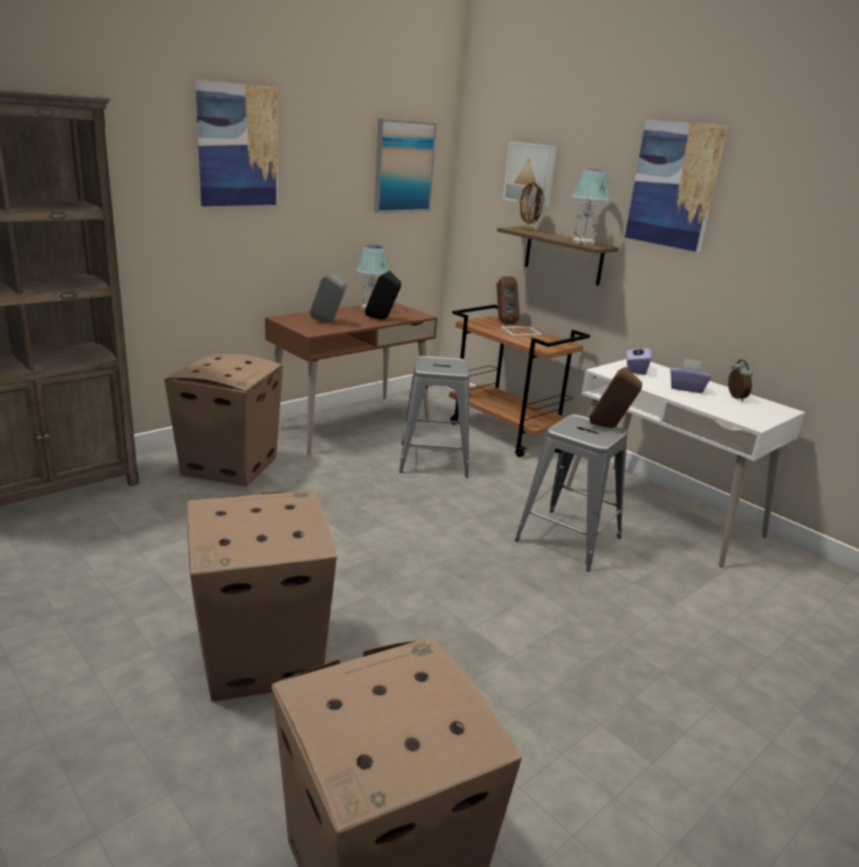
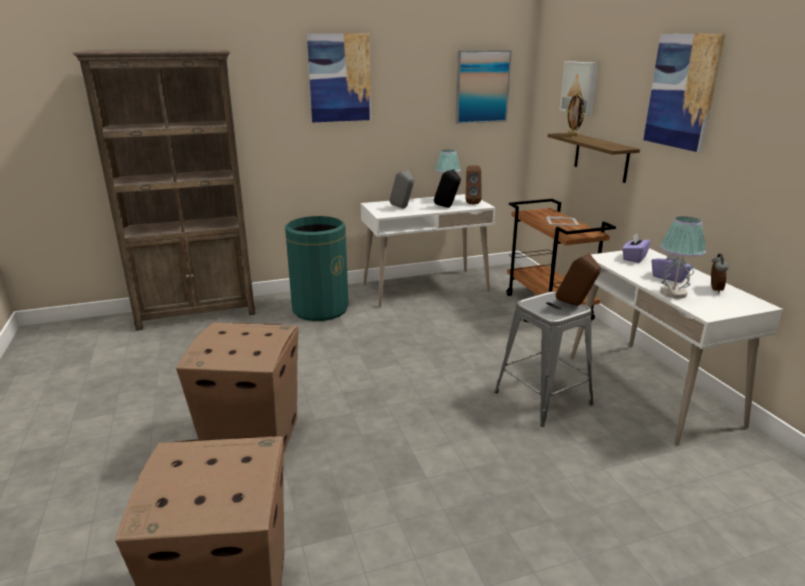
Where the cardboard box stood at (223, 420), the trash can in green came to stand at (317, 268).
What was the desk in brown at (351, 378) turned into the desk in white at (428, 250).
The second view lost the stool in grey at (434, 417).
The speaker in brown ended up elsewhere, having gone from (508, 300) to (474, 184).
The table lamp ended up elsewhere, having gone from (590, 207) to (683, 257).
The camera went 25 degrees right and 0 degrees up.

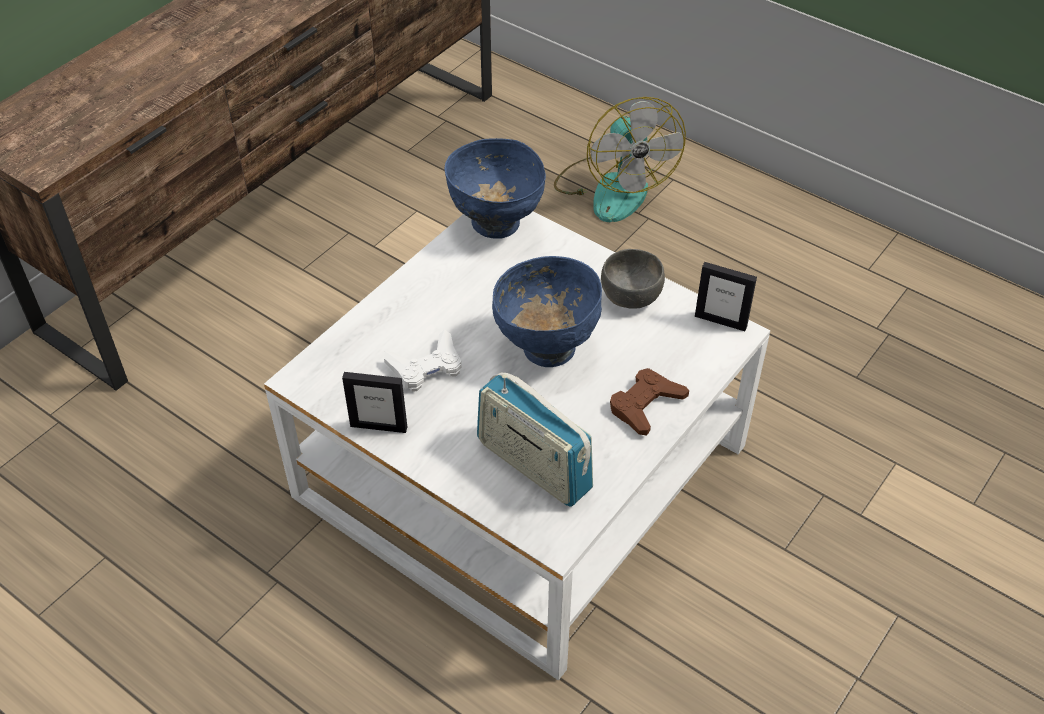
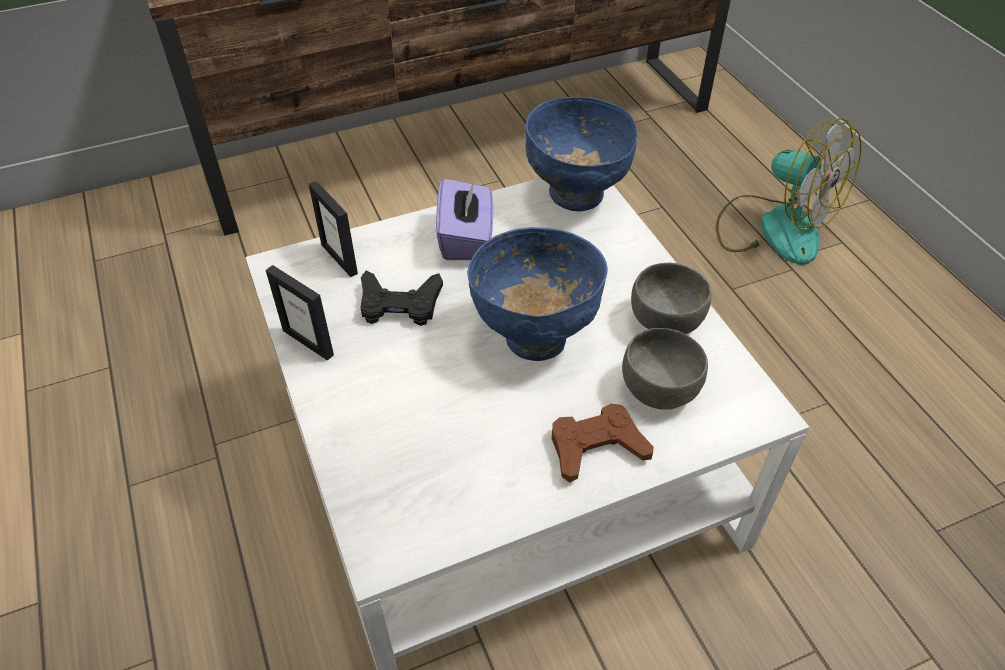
What was the game controller in white at (422, 360) turned into the game controller in black at (401, 298).
The second view lost the radio at (535, 440).
The fan at (620, 159) ended up facing another way, 60 degrees counterclockwise from before.
The picture frame ended up elsewhere, having gone from (726, 296) to (333, 229).
The second view gained the tissue box in purple at (464, 219).
The second view gained the bowl in grey at (665, 369).
The camera went 30 degrees right and 0 degrees up.

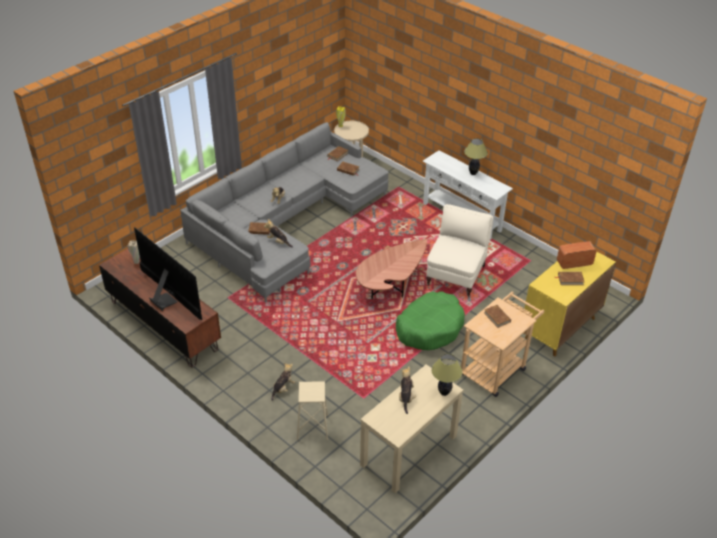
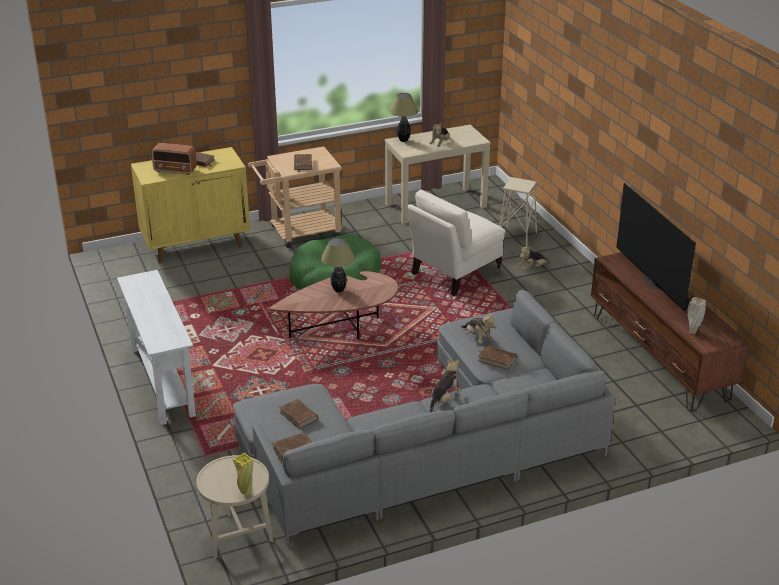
The armchair in beige ended up elsewhere, having gone from (459, 250) to (456, 242).
The table lamp ended up elsewhere, having gone from (476, 156) to (338, 265).
The camera went 155 degrees left and 10 degrees down.

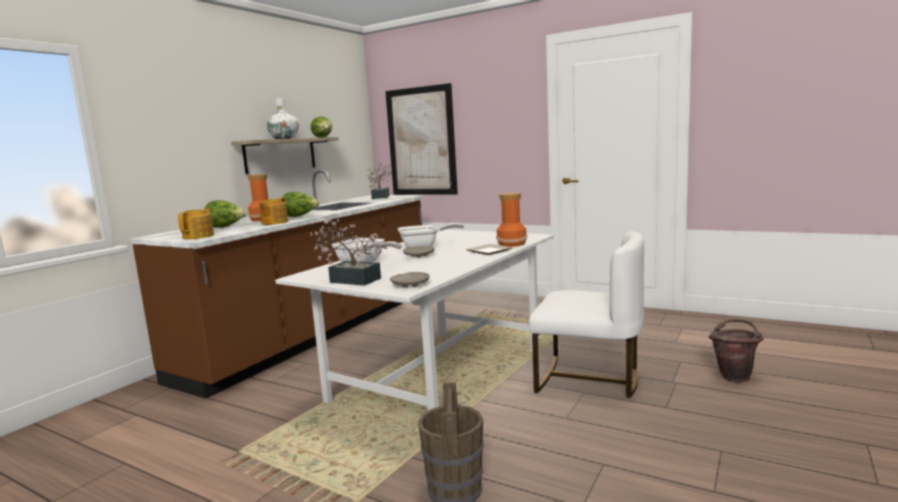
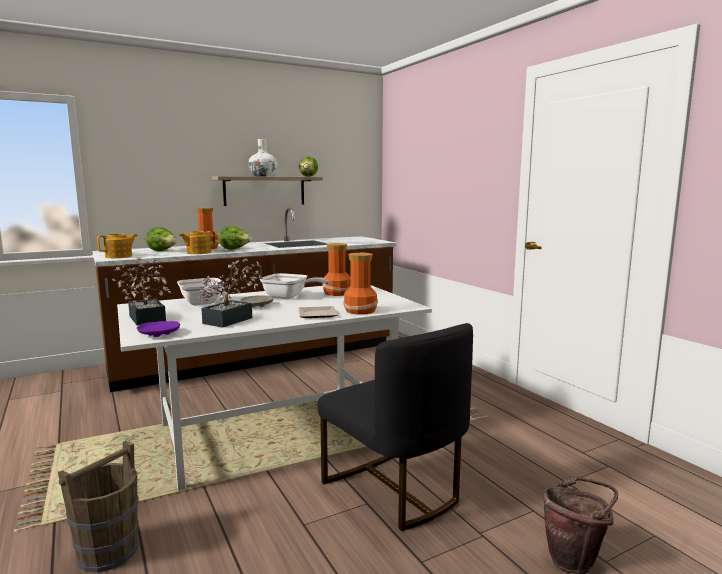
The potted plant ended up elsewhere, having gone from (378, 181) to (230, 293).
The second view lost the picture at (421, 139).
What was the plate in beige at (410, 279) turned into the plate in purple at (158, 329).
What was the chair in white at (586, 315) turned into the chair in black at (395, 427).
The second view gained the vase at (336, 269).
The camera went 30 degrees right and 0 degrees up.

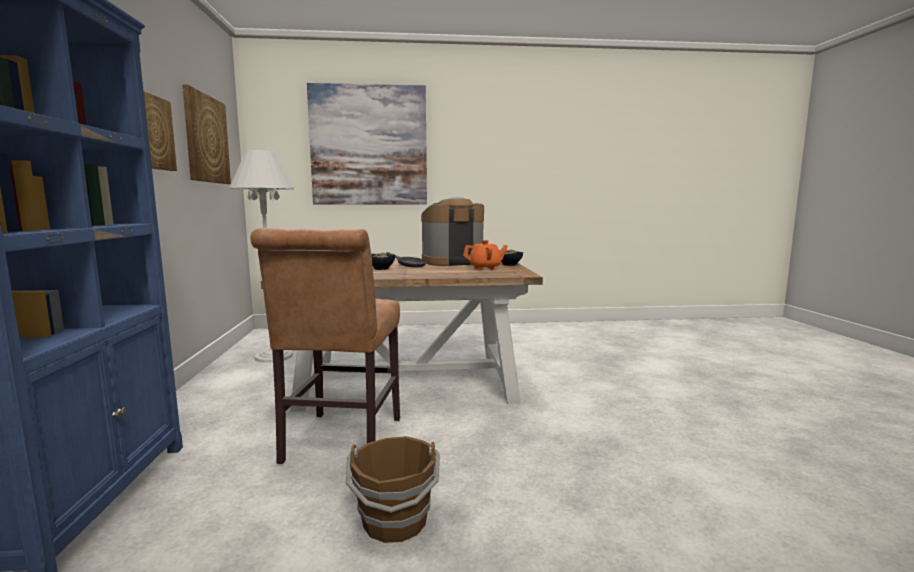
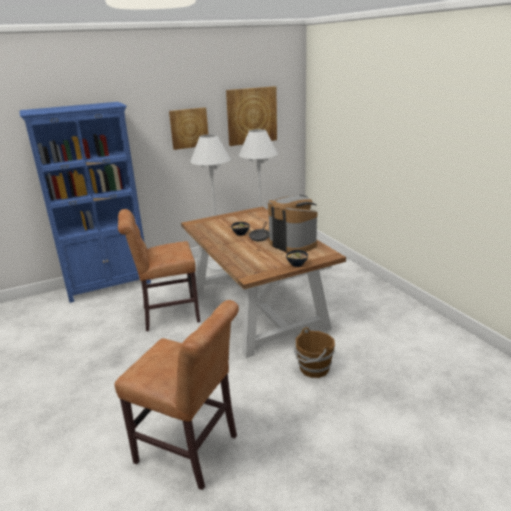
The second view lost the picture at (367, 144).
The bucket in brown ended up elsewhere, having gone from (393, 489) to (314, 352).
The second view lost the teapot in orange at (485, 255).
The second view gained the chair in brown at (176, 395).
The second view gained the floor lamp in white at (210, 202).
The camera went 70 degrees right and 15 degrees up.

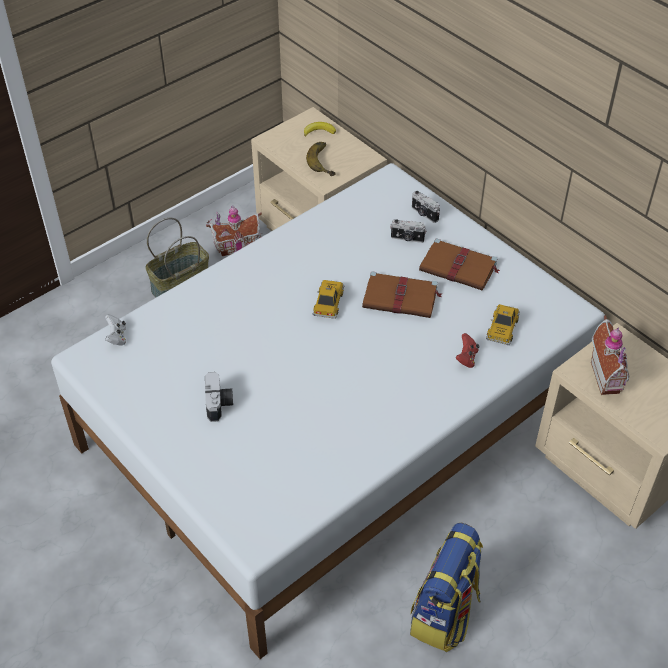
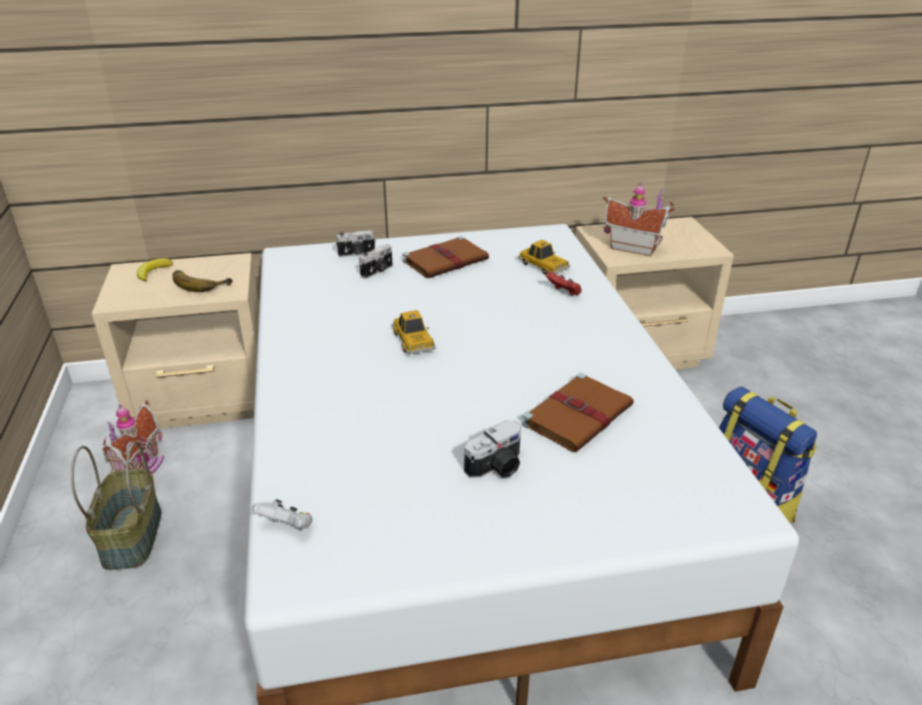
The photo camera at (219, 397) ended up facing another way, 120 degrees clockwise from before.
The toy car at (328, 299) ended up facing another way, 150 degrees counterclockwise from before.
The book in brown ended up elsewhere, having gone from (402, 294) to (578, 412).
The camera went 60 degrees left and 15 degrees down.

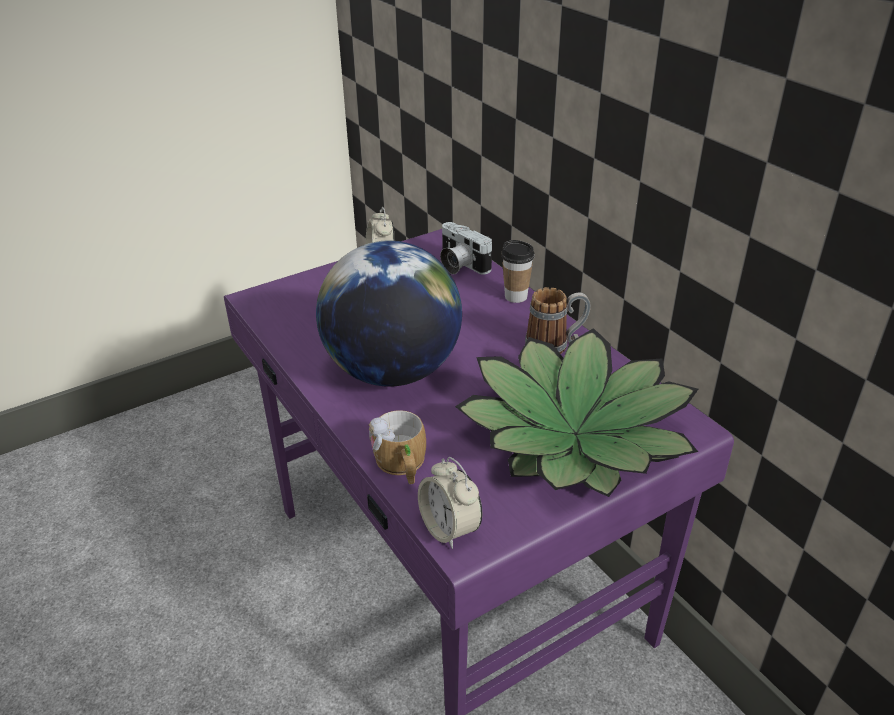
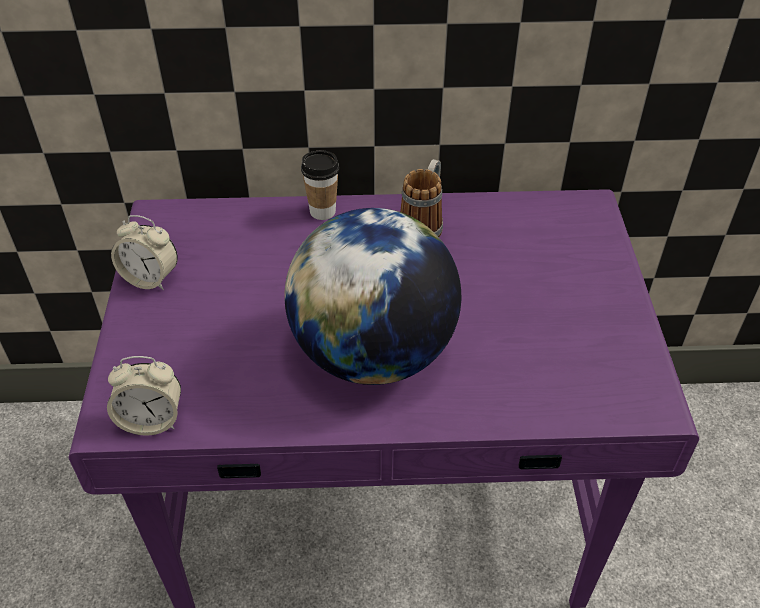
The second view lost the mug at (397, 447).
The alarm clock ended up elsewhere, having gone from (450, 503) to (144, 395).
The second view lost the photo camera at (466, 248).
The second view lost the potted plant at (576, 412).
The camera went 60 degrees left and 10 degrees up.

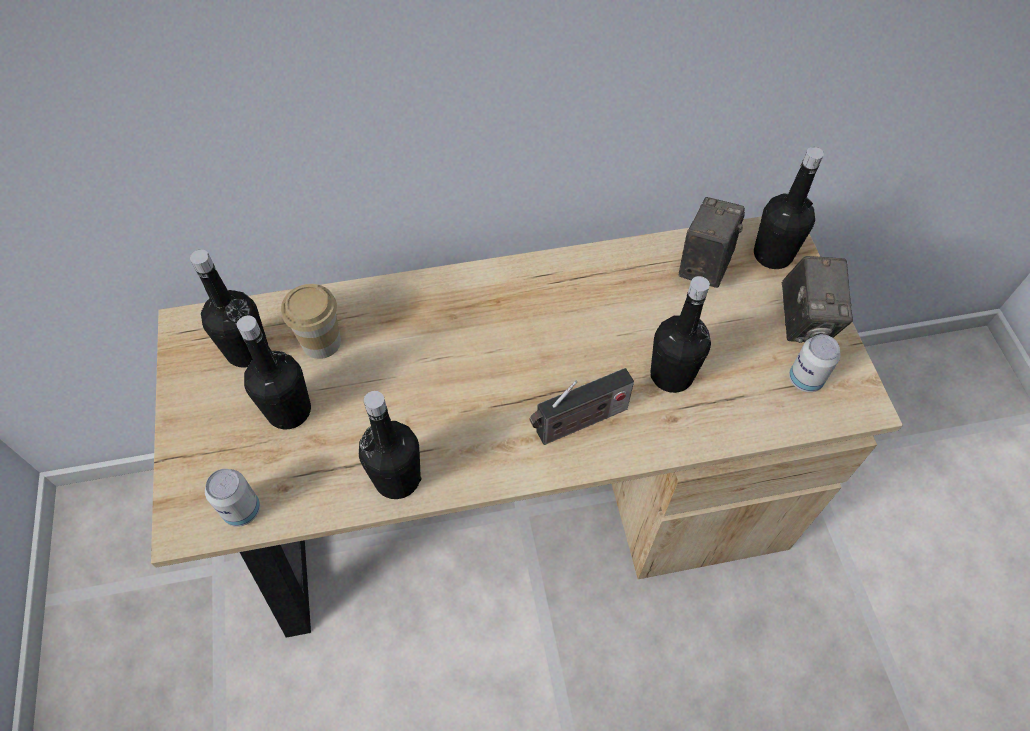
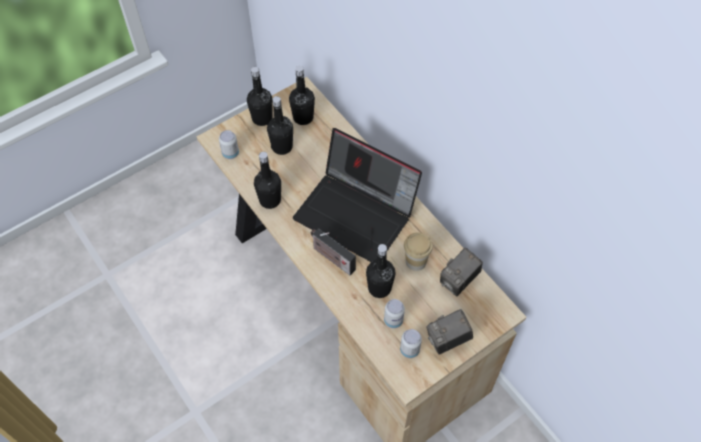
The cup ended up elsewhere, having gone from (311, 321) to (418, 251).
The photo camera at (712, 242) ended up facing another way, 135 degrees clockwise from before.
The bottle in black ended up elsewhere, having gone from (789, 208) to (259, 96).
The second view gained the laptop at (357, 195).
The second view gained the can at (394, 313).
The camera went 65 degrees right and 0 degrees up.

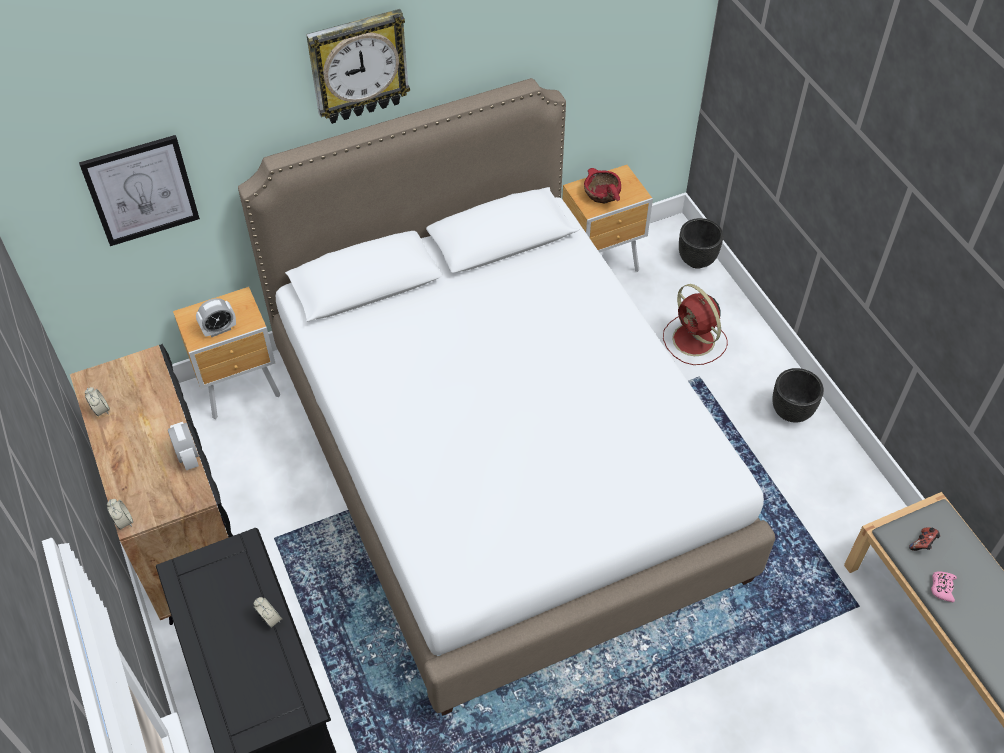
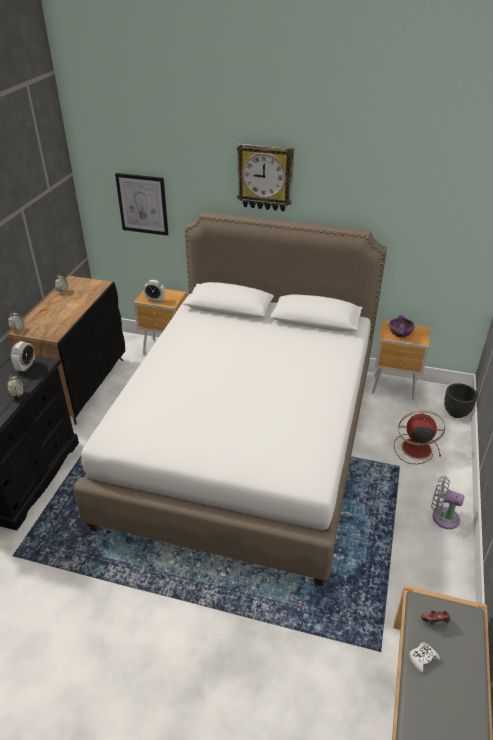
The alarm clock ended up elsewhere, having gone from (183, 446) to (23, 356).
What was the bowl in red at (602, 185) turned into the bowl in purple at (402, 326).
The fan in red at (695, 324) ended up facing another way, 90 degrees clockwise from before.
Where the planter in black stood at (798, 395), the fan in grey came to stand at (447, 502).
What was the game controller in pink at (944, 587) turned into the game controller in white at (425, 657).
The camera went 40 degrees right and 15 degrees down.

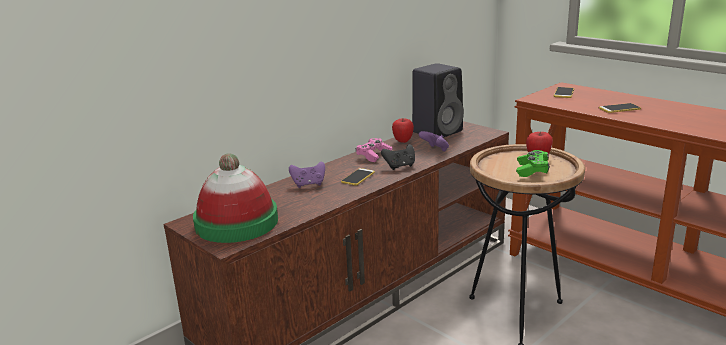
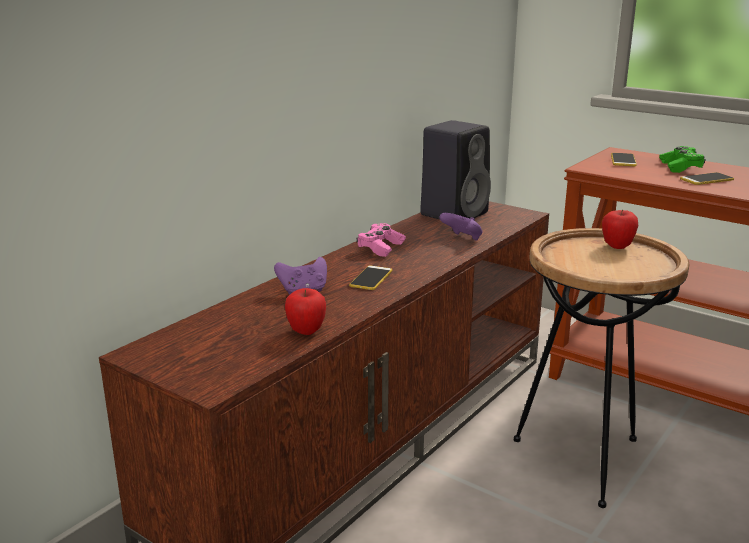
The second view lost the hat at (235, 198).
The second view lost the game controller in black at (398, 157).
The apple ended up elsewhere, having gone from (403, 130) to (305, 311).
The game controller in green ended up elsewhere, having gone from (533, 163) to (682, 159).
The camera went 10 degrees left and 0 degrees up.

